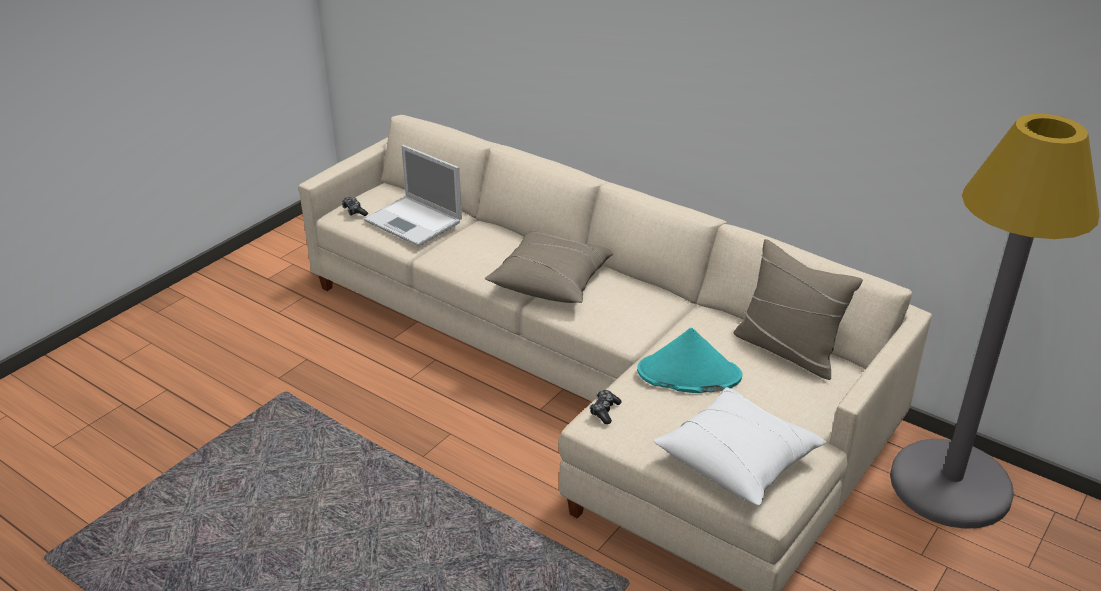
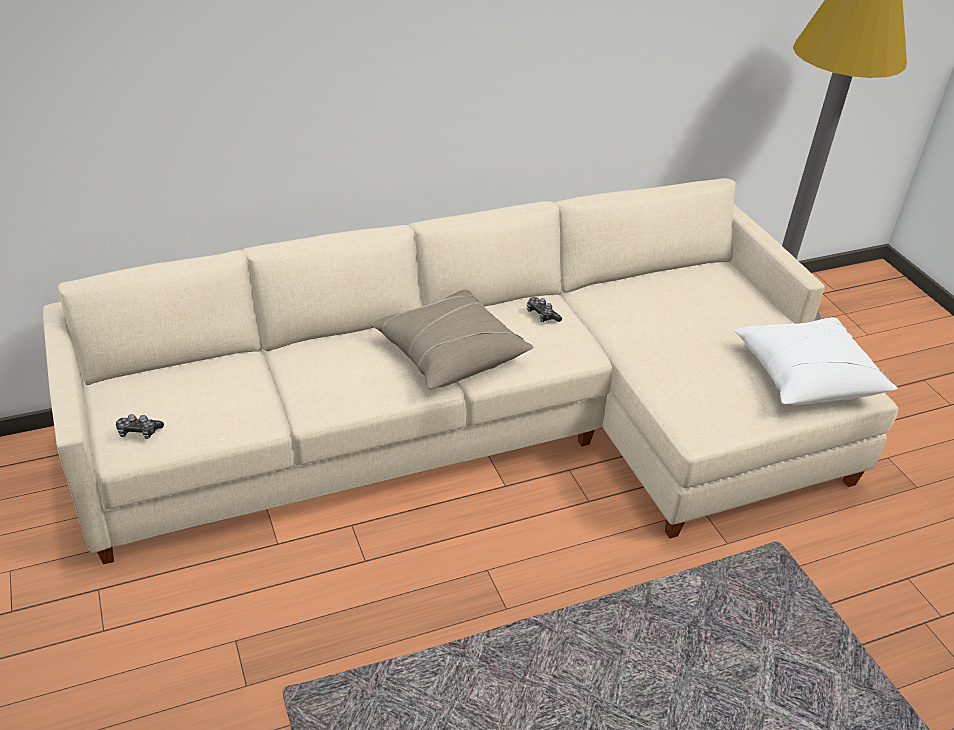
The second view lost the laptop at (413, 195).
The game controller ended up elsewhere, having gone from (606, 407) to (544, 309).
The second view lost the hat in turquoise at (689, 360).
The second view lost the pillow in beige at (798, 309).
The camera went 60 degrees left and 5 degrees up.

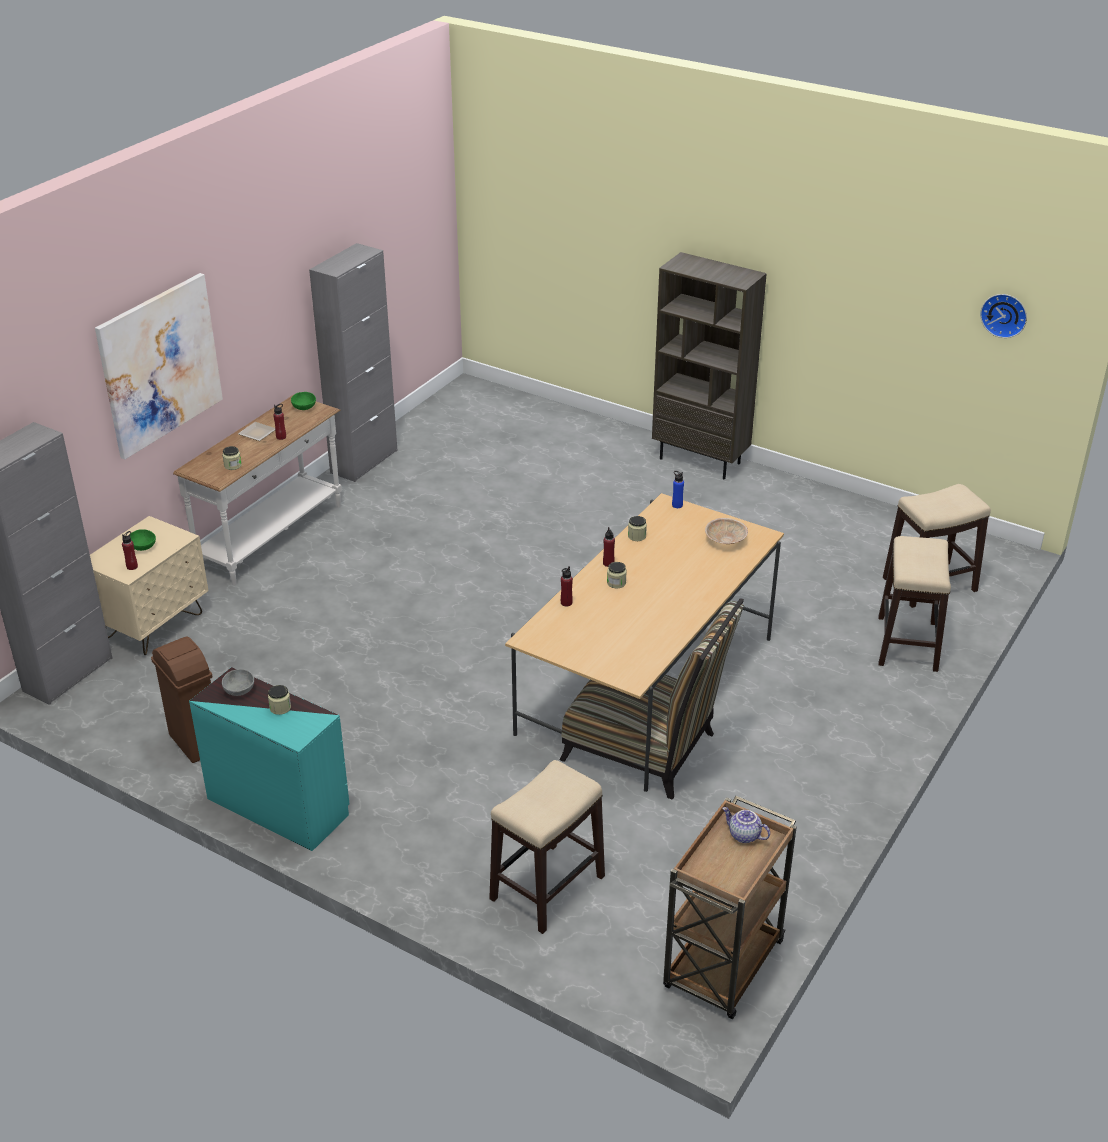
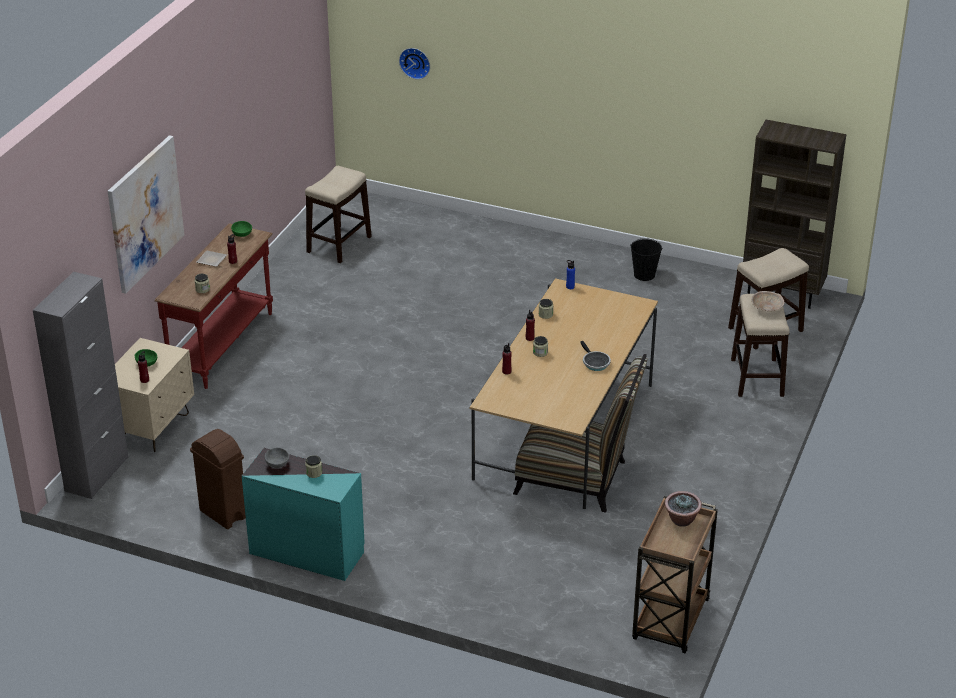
What was the console table in white at (257, 490) turned into the console table in red at (214, 306).
The second view lost the cabinet in grey at (353, 362).
The stool ended up elsewhere, having gone from (547, 847) to (338, 214).
The bookcase in brown ended up elsewhere, having gone from (709, 365) to (794, 214).
The bowl in beige ended up elsewhere, having gone from (726, 531) to (767, 301).
Where the teapot stood at (746, 825), the potted plant came to stand at (683, 509).
The wall clock ended up elsewhere, having gone from (1003, 316) to (414, 63).
The second view gained the frying pan at (596, 356).
The second view gained the bucket in black at (646, 259).
The camera went 10 degrees left and 0 degrees up.

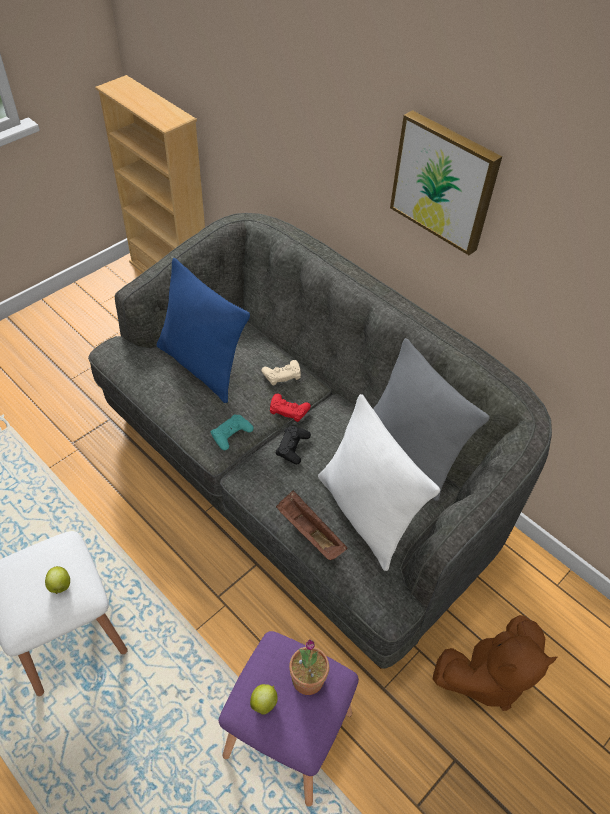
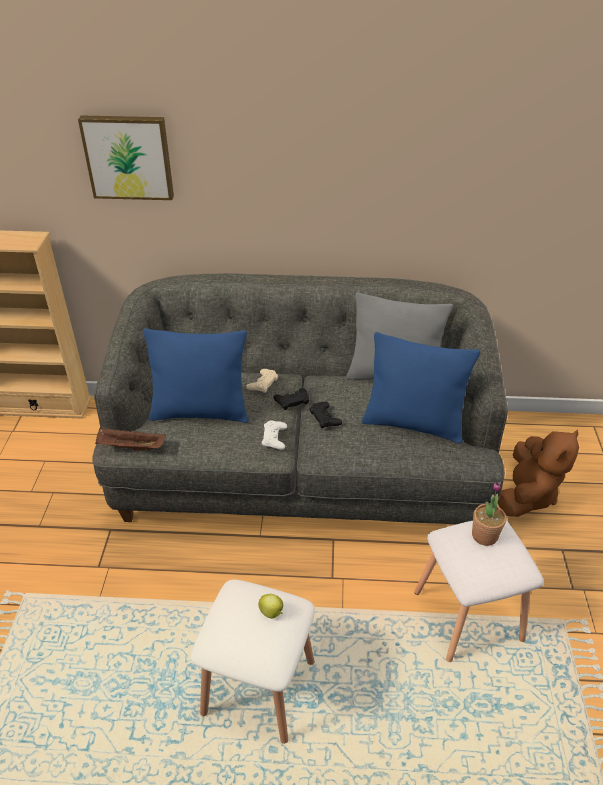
What was the game controller in turquoise at (232, 432) turned into the game controller in white at (274, 435).
What was the stool in purple at (289, 719) turned into the stool in white at (479, 591).
The second view lost the apple at (264, 699).
What was the game controller in red at (290, 407) turned into the game controller in black at (291, 399).
The tray in brown ended up elsewhere, having gone from (311, 525) to (130, 439).
What was the pillow in white at (379, 482) turned into the pillow in blue at (420, 388).
The picture ended up elsewhere, having gone from (446, 182) to (126, 157).
The camera went 40 degrees left and 10 degrees down.

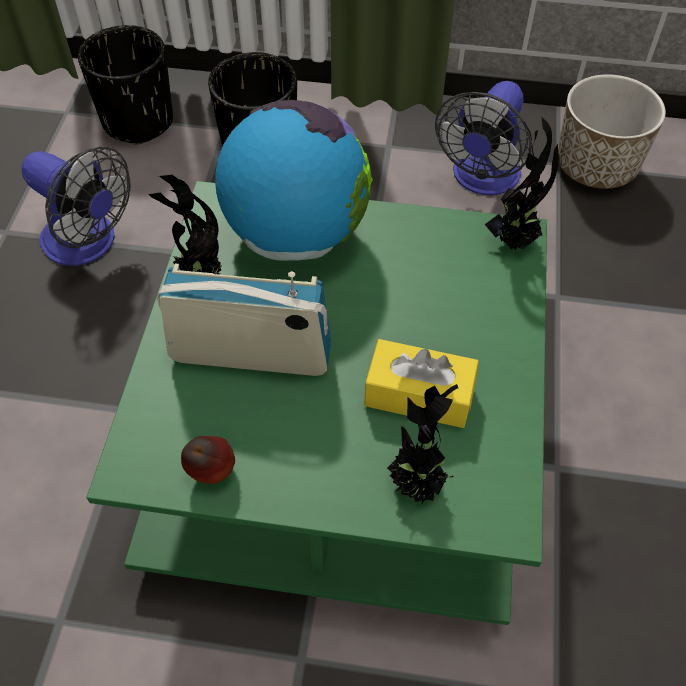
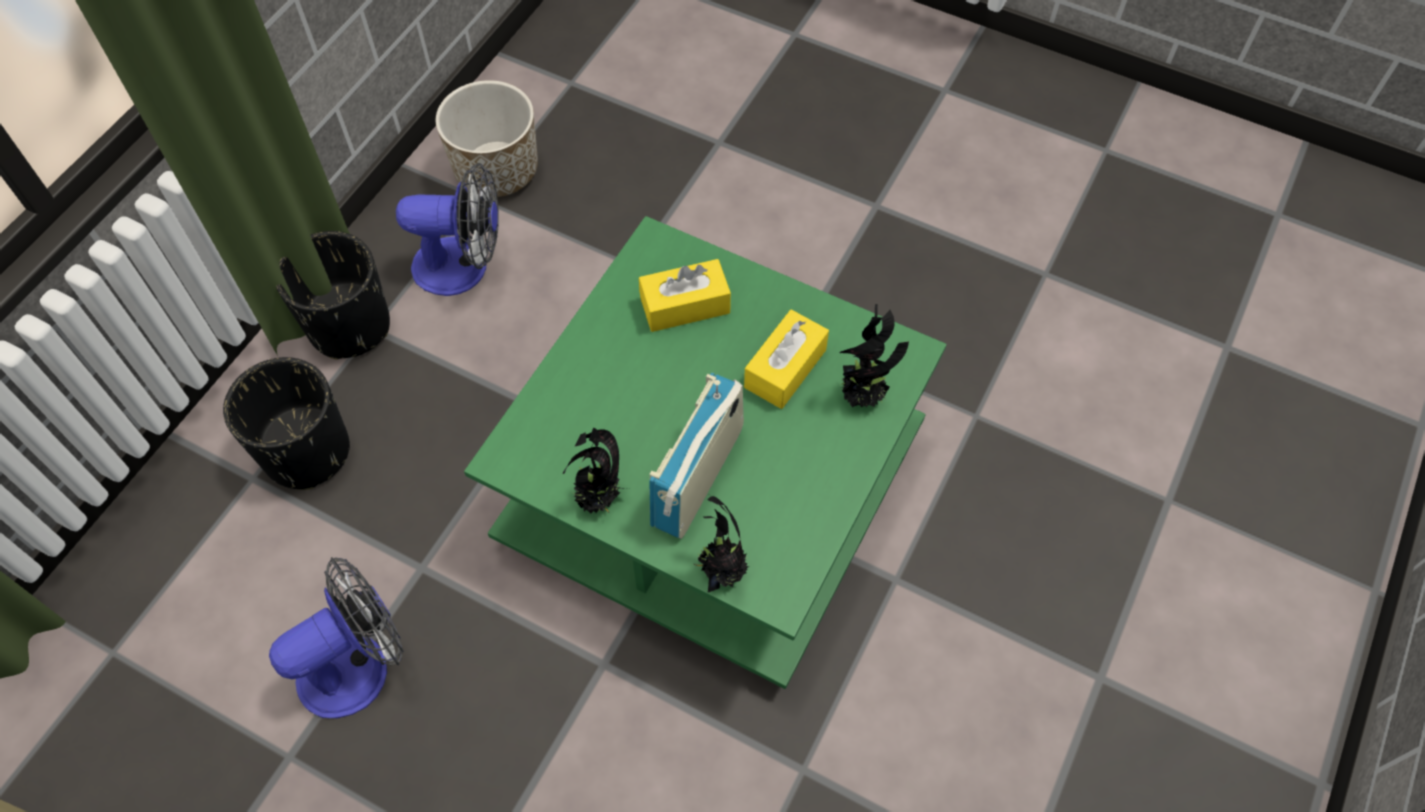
The planter in black ended up elsewhere, having gone from (125, 85) to (333, 295).
The second view lost the apple at (208, 460).
The second view lost the globe at (294, 180).
The fan at (483, 138) ended up facing another way, 45 degrees counterclockwise from before.
The potted plant ended up elsewhere, having gone from (521, 184) to (721, 544).
The second view gained the tissue box in yellow at (685, 295).
The camera went 70 degrees left and 5 degrees up.

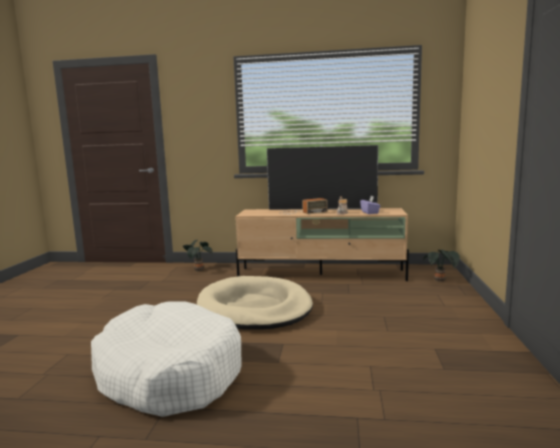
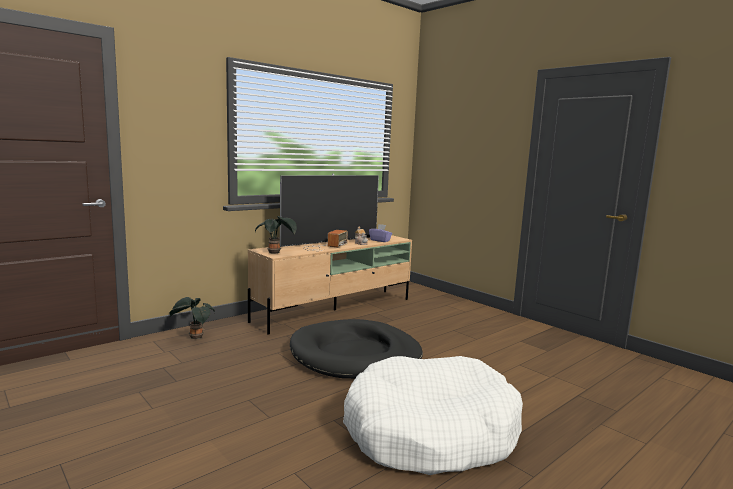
What was the dog bed in beige at (255, 303) turned into the dog bed in black at (356, 349).
The potted plant ended up elsewhere, having gone from (441, 265) to (276, 235).
The camera went 50 degrees left and 0 degrees up.

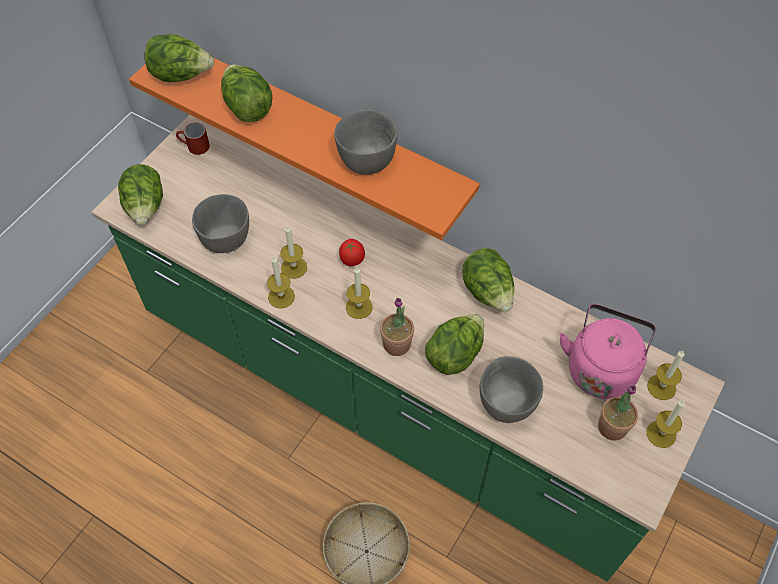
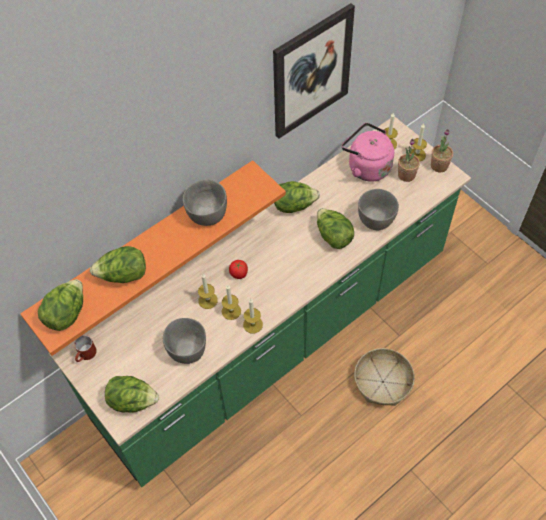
The candle ended up elsewhere, having gone from (359, 293) to (208, 291).
The potted plant ended up elsewhere, having gone from (397, 327) to (442, 150).
The second view gained the picture at (314, 71).
The camera went 70 degrees left and 0 degrees up.

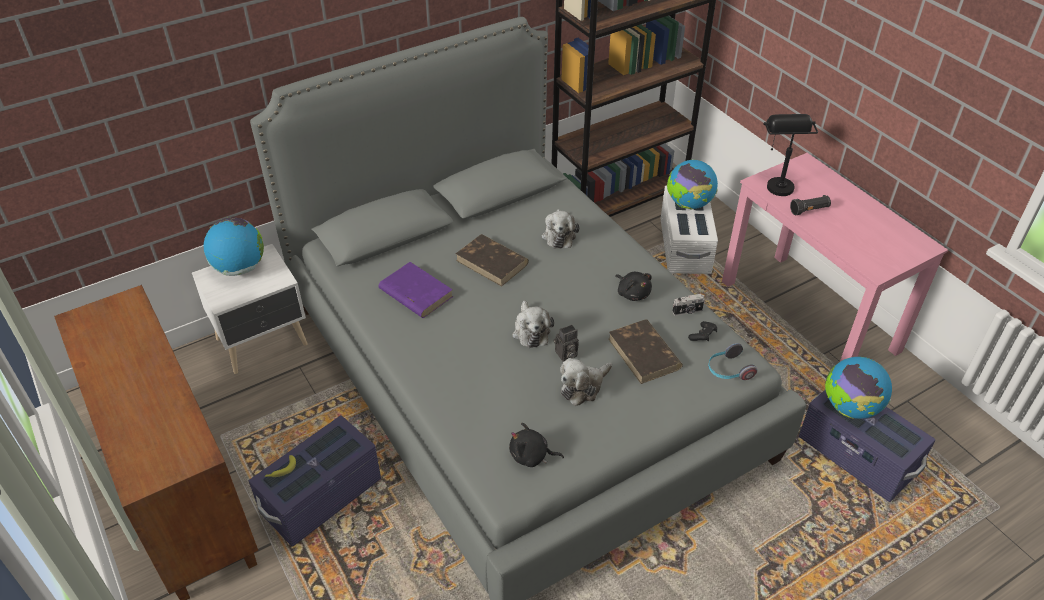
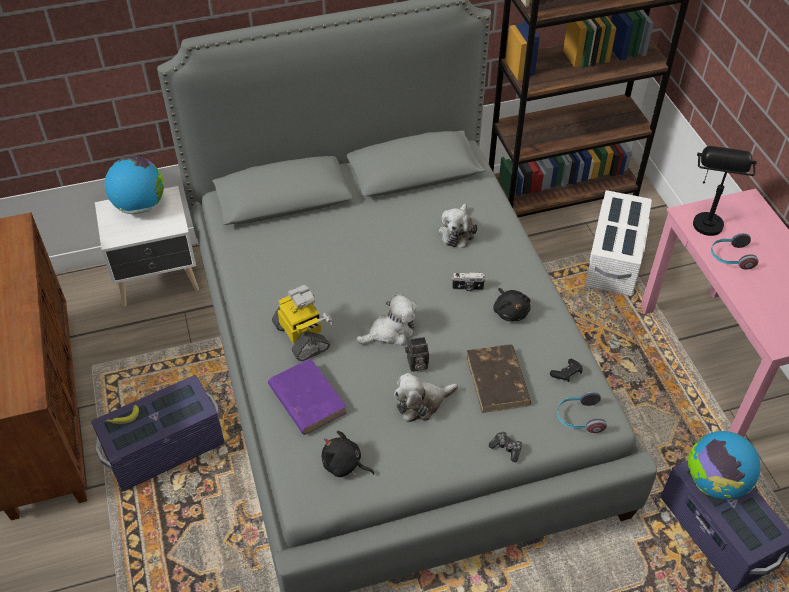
The book in purple ended up elsewhere, having gone from (415, 290) to (307, 396).
The second view lost the book in brown at (492, 260).
The plush toy at (533, 324) ended up facing another way, 120 degrees counterclockwise from before.
The second view lost the globe at (692, 185).
The photo camera ended up elsewhere, having gone from (688, 305) to (469, 281).
Where the flashlight in black stood at (810, 205), the headphones came to stand at (735, 251).
The second view gained the toy robot at (302, 323).
The second view gained the game controller at (505, 447).
The camera went 15 degrees right and 5 degrees up.

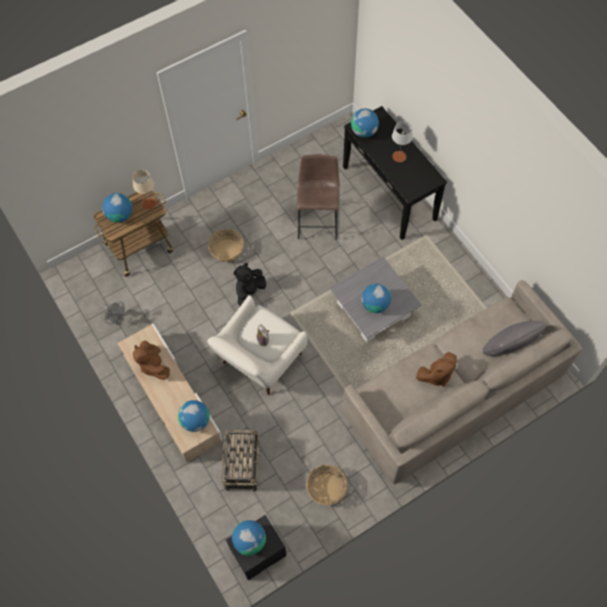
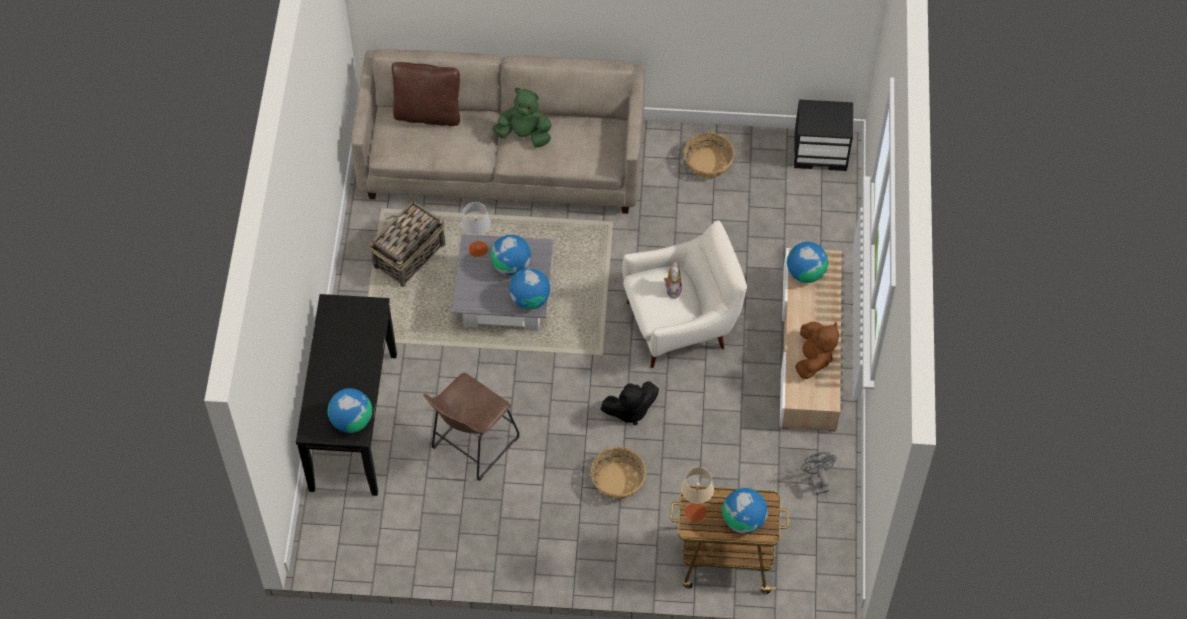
The basket ended up elsewhere, having gone from (240, 460) to (407, 243).
The globe ended up elsewhere, having gone from (249, 538) to (530, 288).
The table lamp in grey ended up elsewhere, having gone from (402, 141) to (476, 229).
What was the plush toy in brown at (436, 369) turned into the plush toy in green at (522, 117).
What was the pillow in grey at (514, 338) turned into the pillow in brown at (426, 94).
The camera went 145 degrees left and 5 degrees down.

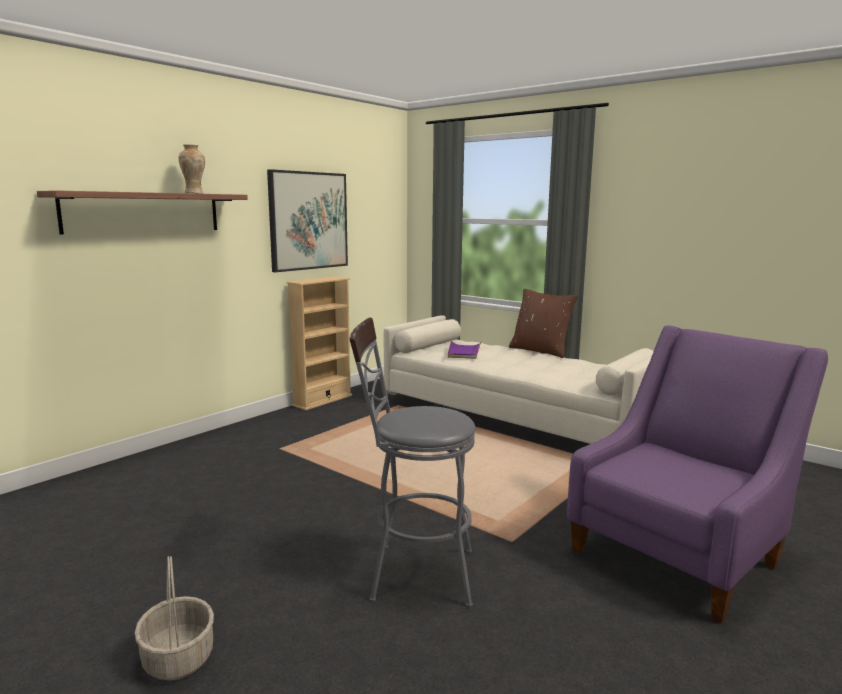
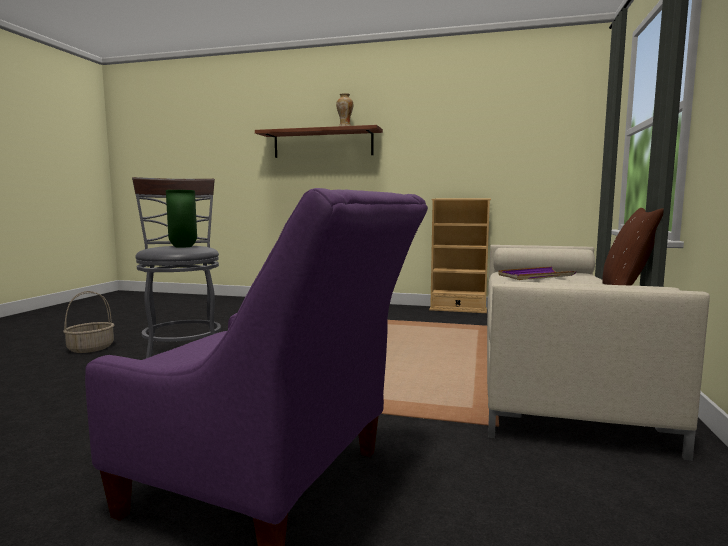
The second view lost the picture at (307, 220).
The second view gained the vase in green at (181, 219).
The camera went 65 degrees right and 5 degrees down.

